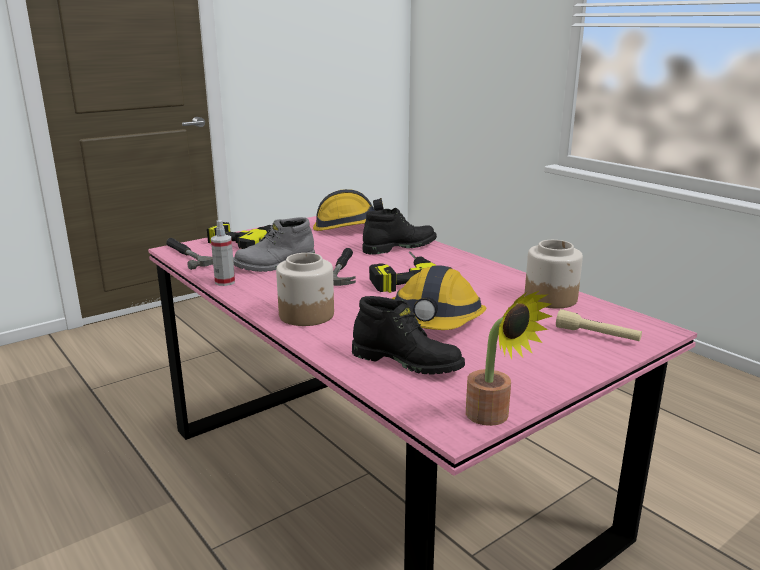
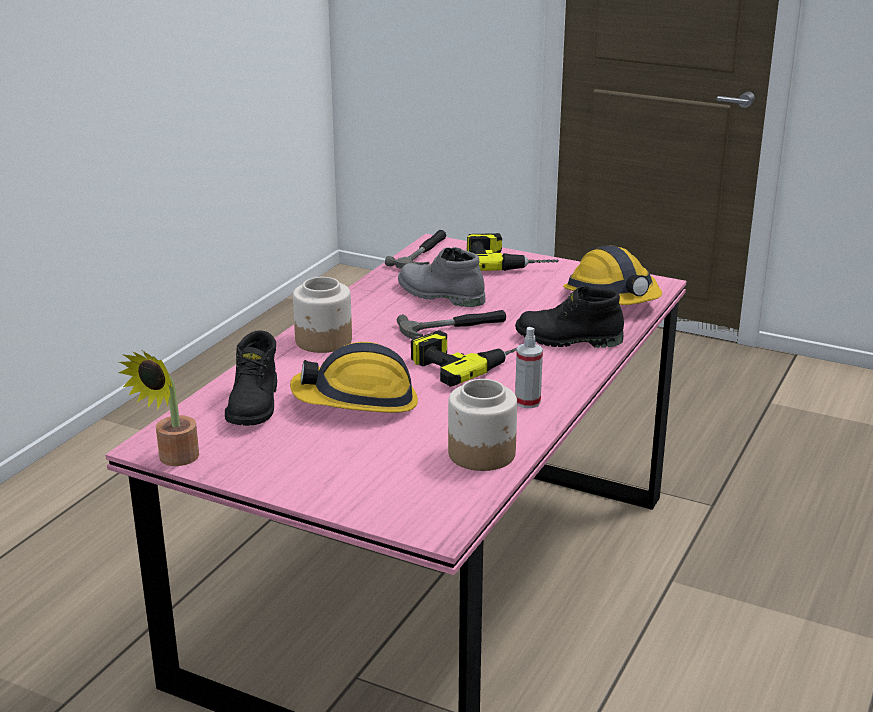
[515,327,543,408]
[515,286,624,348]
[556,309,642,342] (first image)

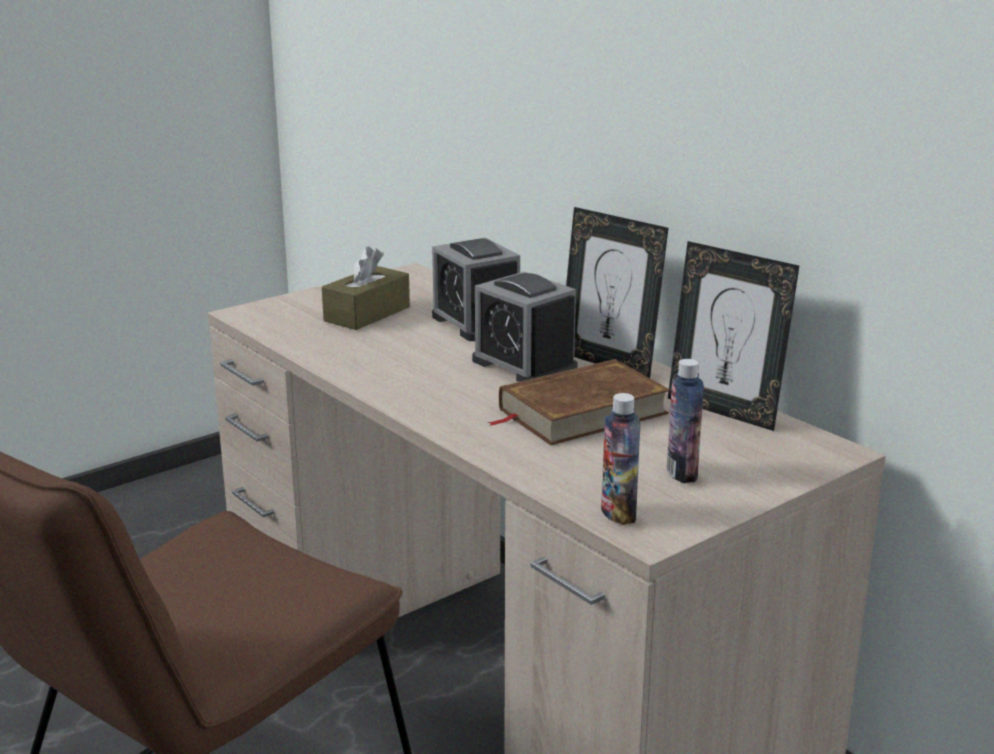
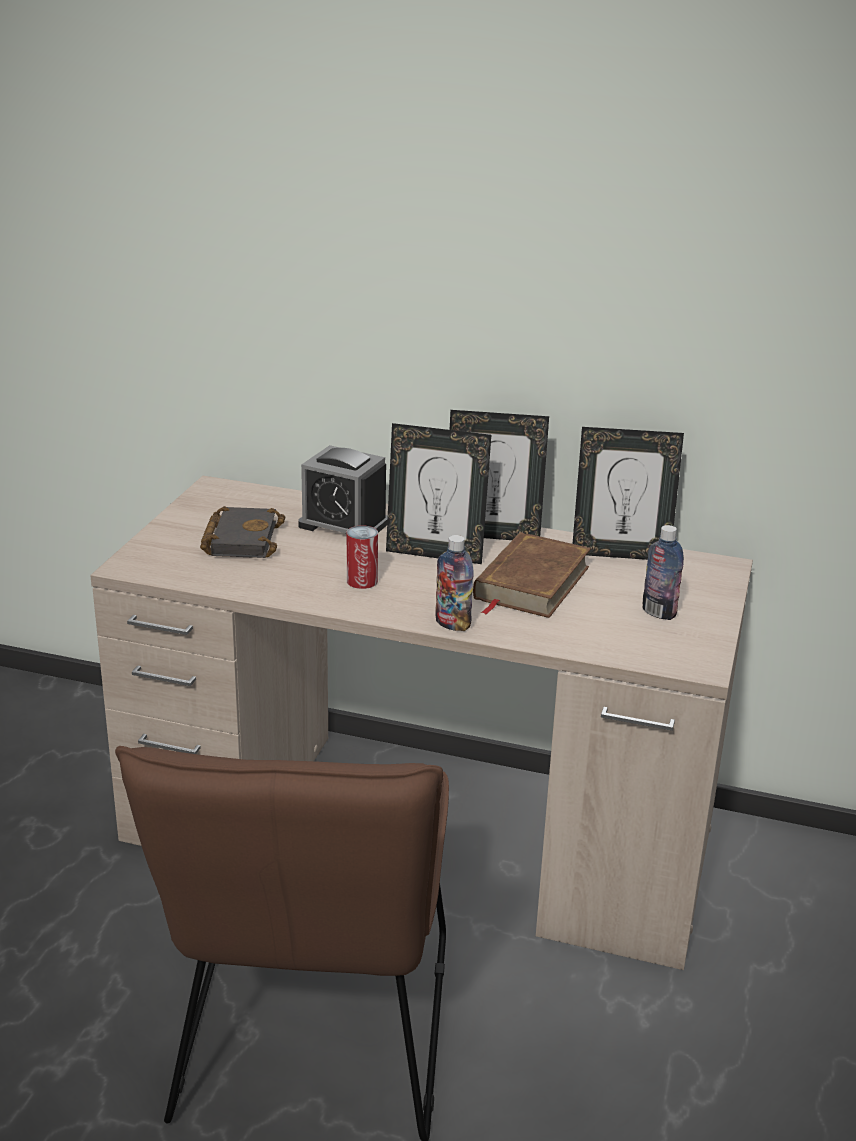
[200,506,285,558]
[386,423,491,564]
[435,535,473,631]
[347,525,378,589]

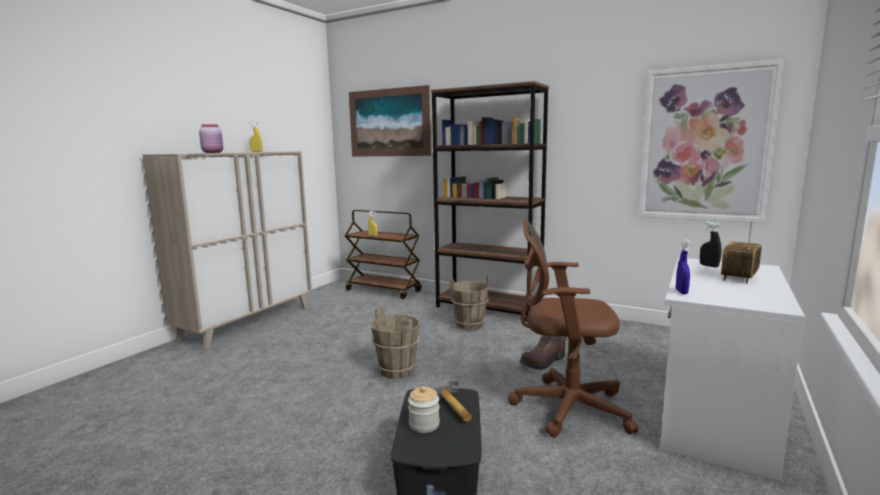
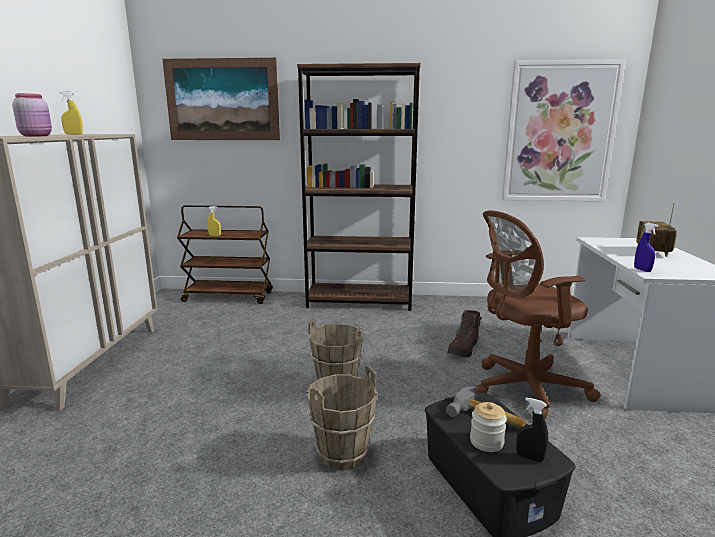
[306,366,377,471]
[516,397,548,462]

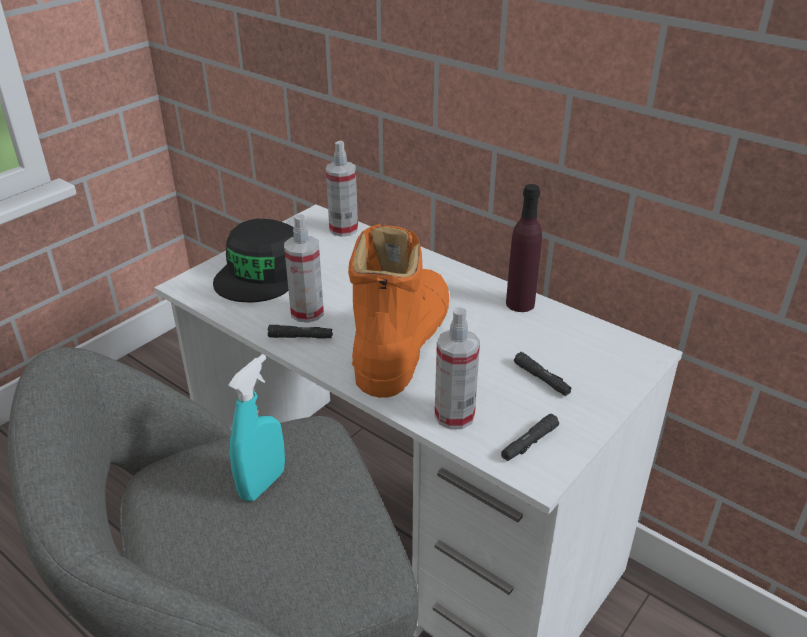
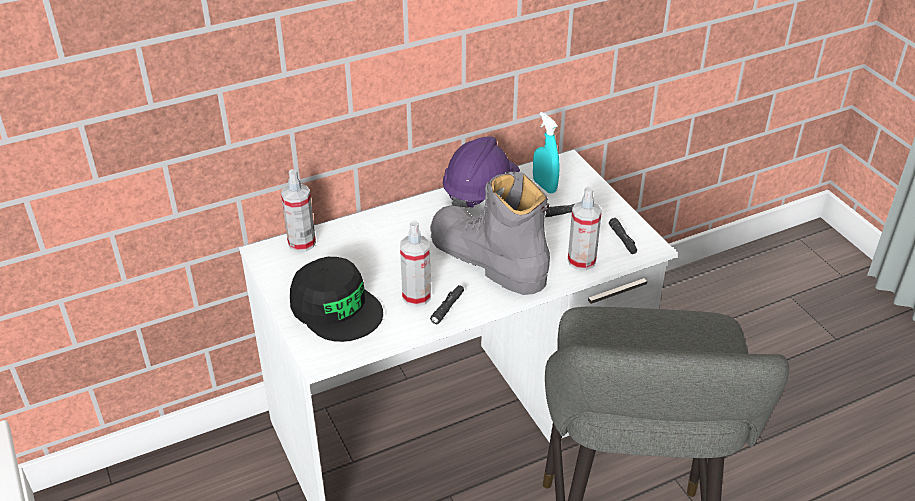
[533,112,560,194]
[430,172,550,295]
[443,136,520,209]

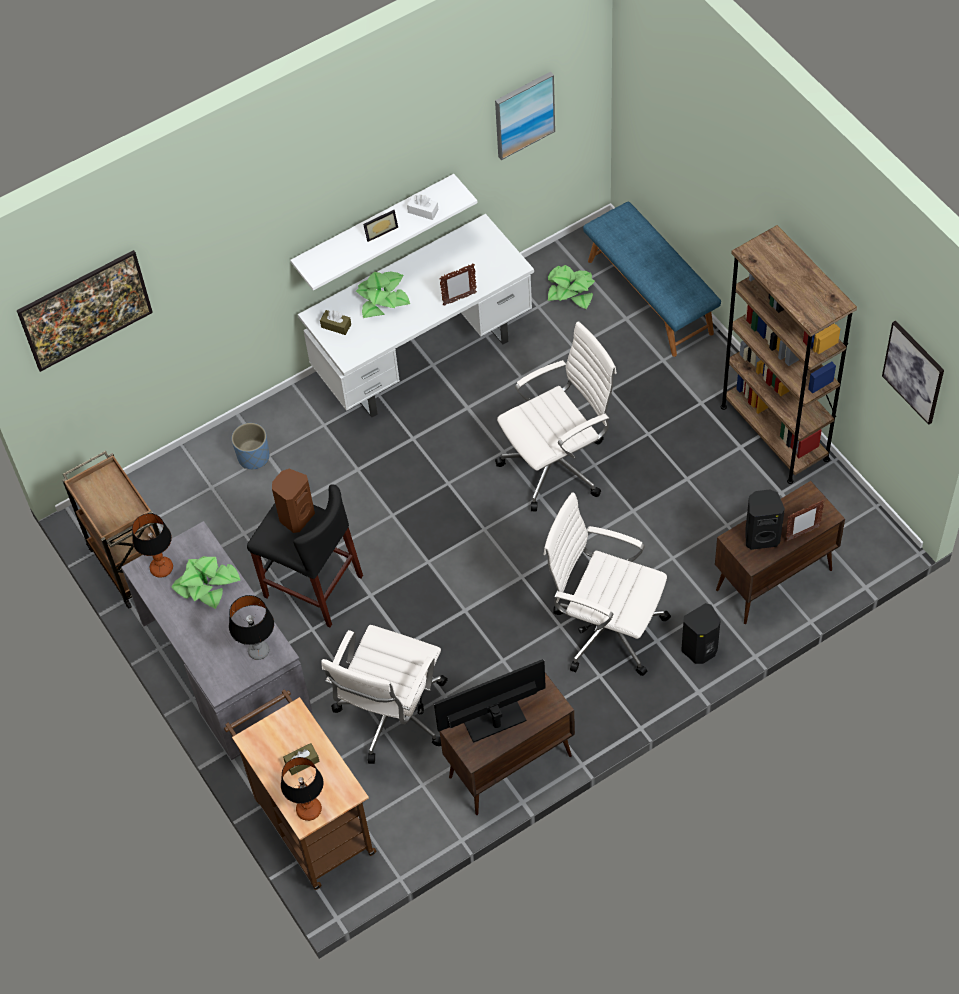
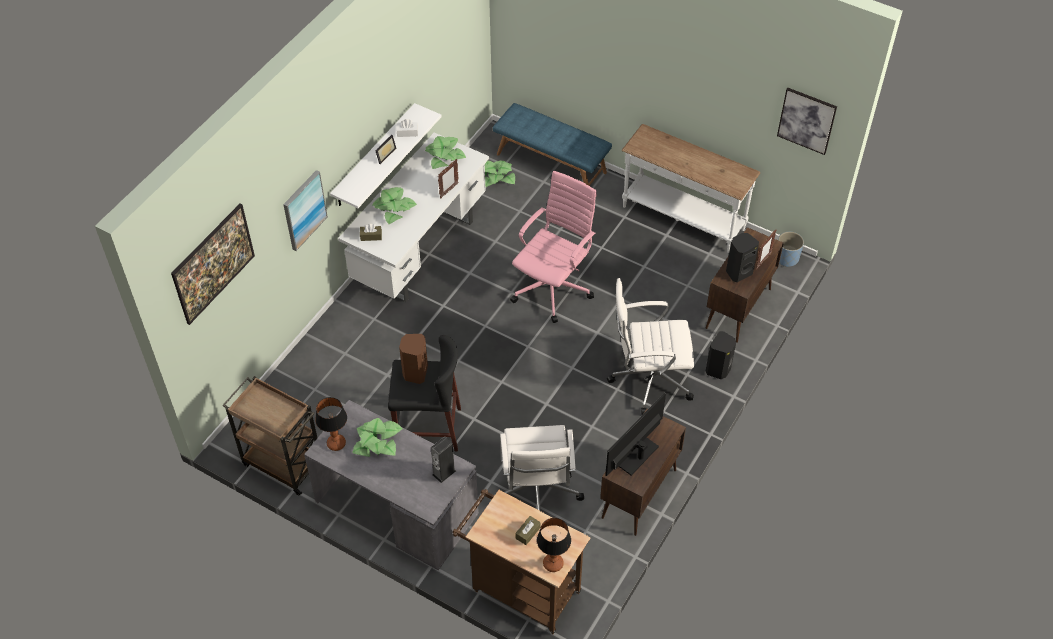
[431,437,456,483]
[778,232,804,267]
[283,170,328,251]
[510,171,597,323]
[621,124,760,253]
[425,136,466,169]

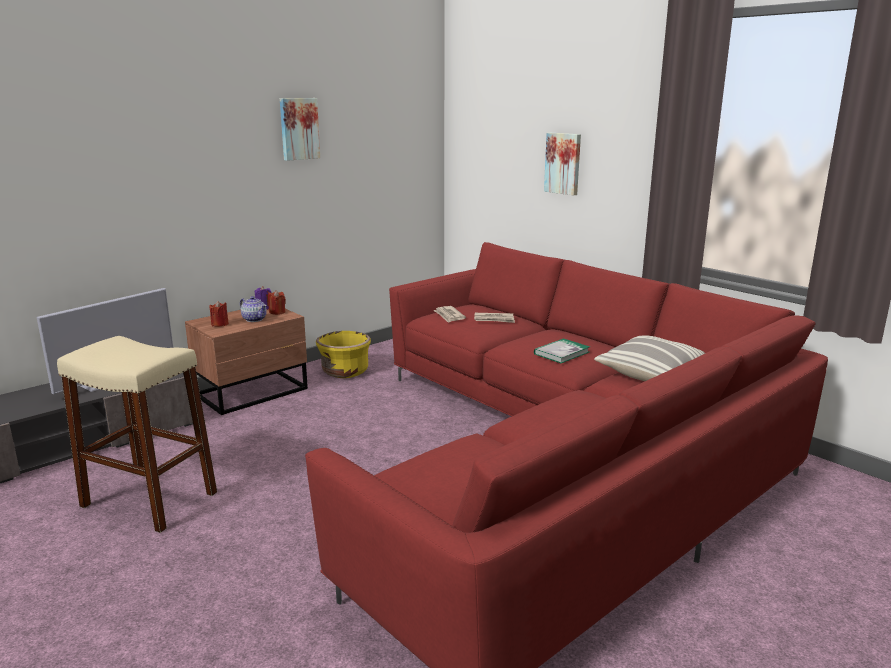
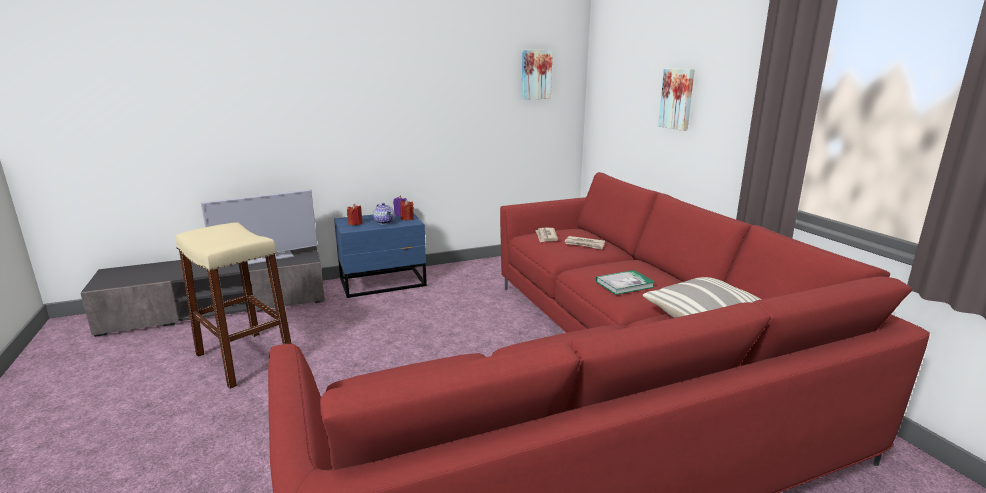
[334,214,427,298]
[522,50,553,100]
[316,331,371,378] (first image)

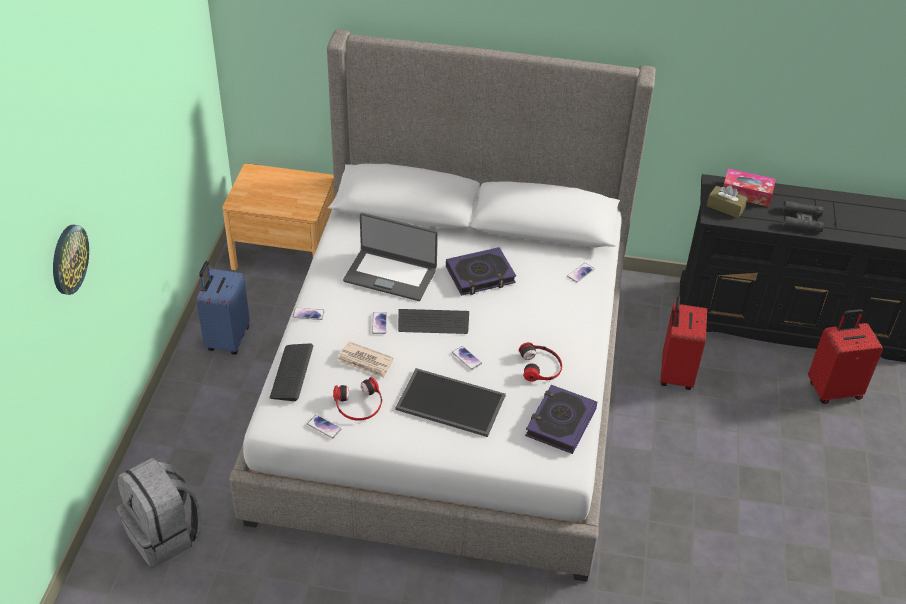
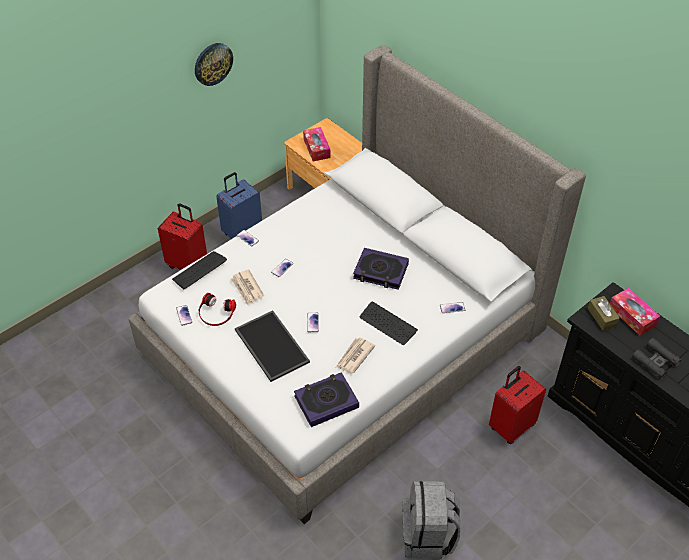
[195,43,233,86]
[402,481,460,558]
[343,213,438,301] (first image)
[360,302,418,345]
[336,337,375,374]
[158,203,207,270]
[303,127,330,161]

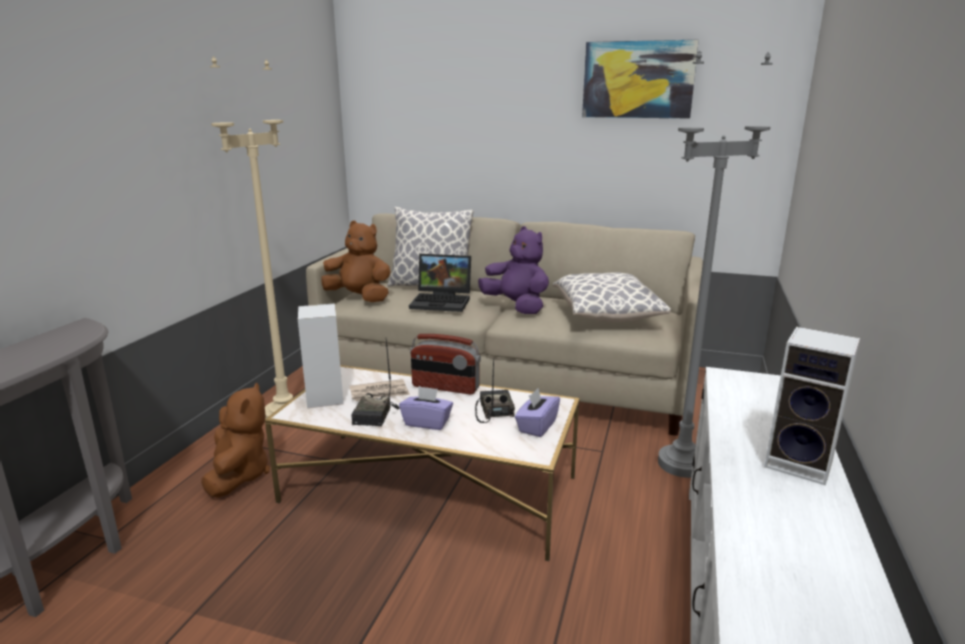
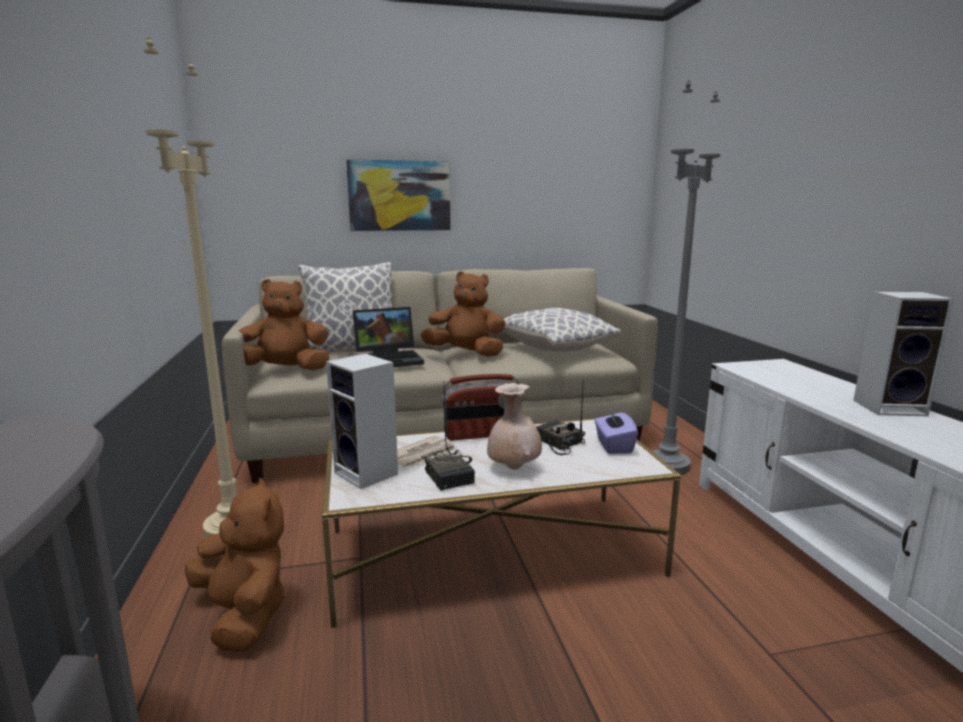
[487,383,542,470]
[420,271,506,357]
[346,160,451,231]

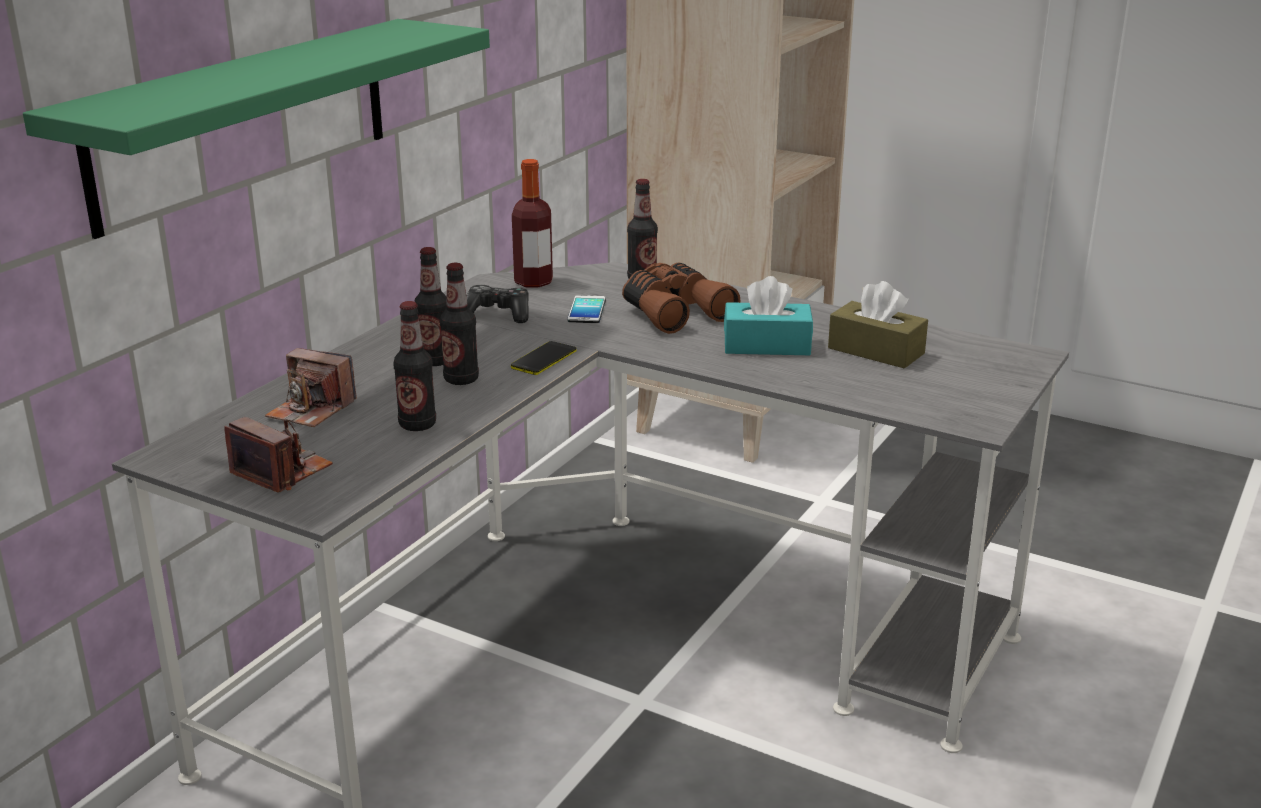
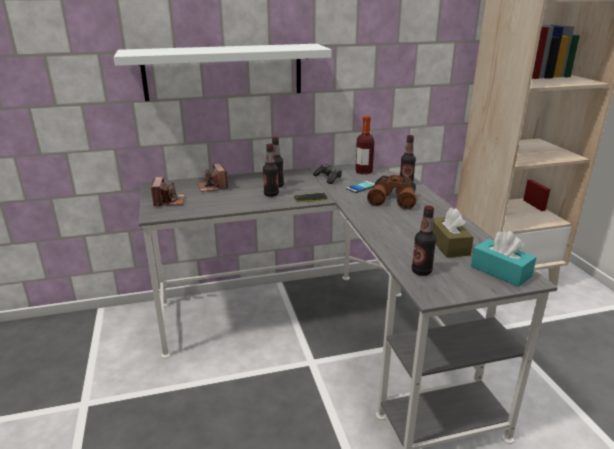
[114,44,332,101]
[412,206,436,276]
[471,231,537,287]

